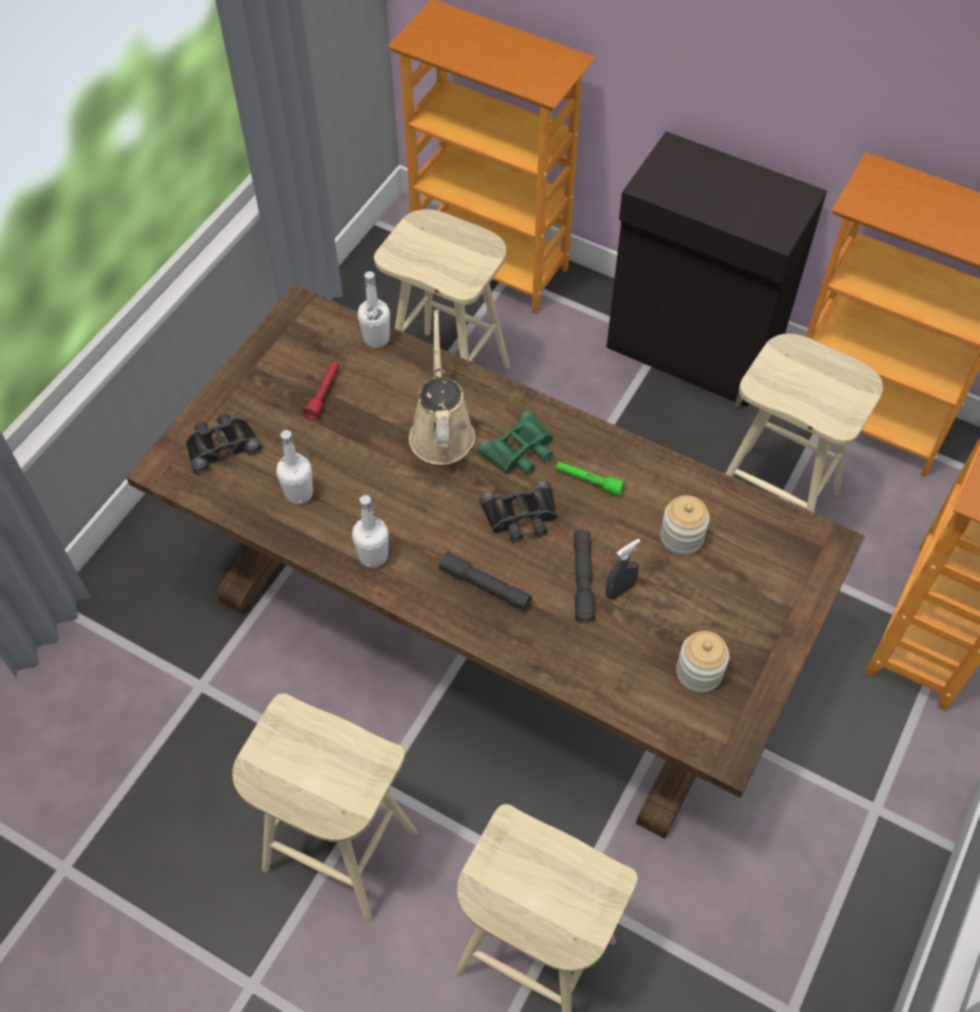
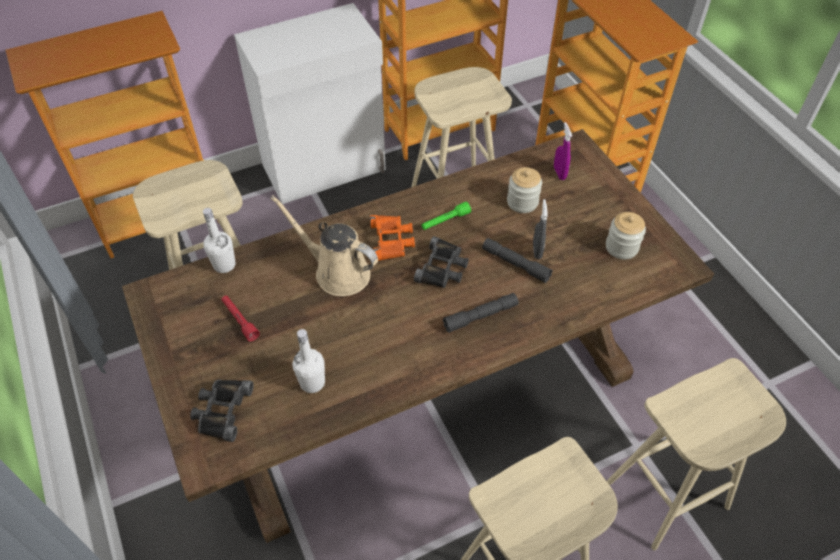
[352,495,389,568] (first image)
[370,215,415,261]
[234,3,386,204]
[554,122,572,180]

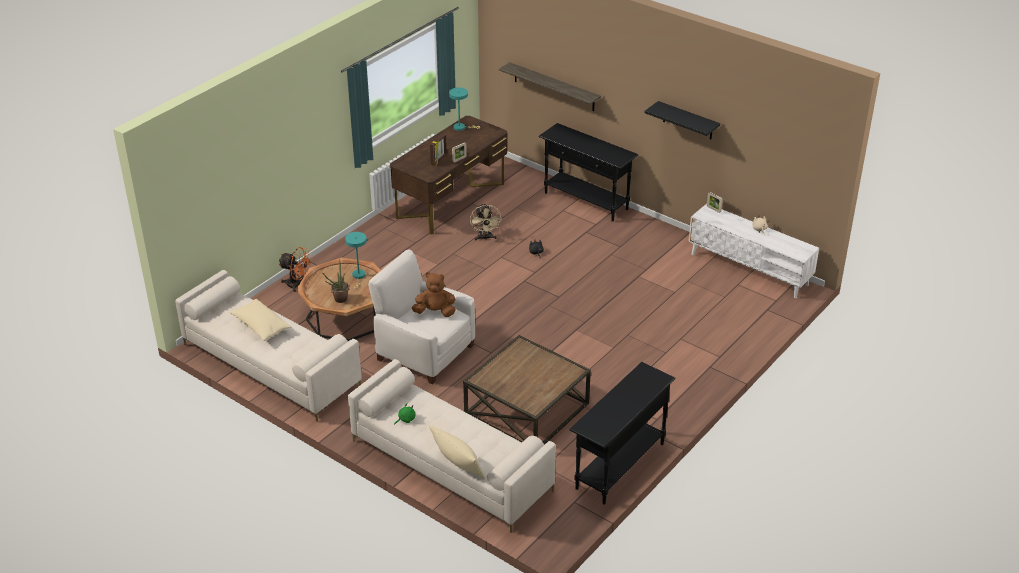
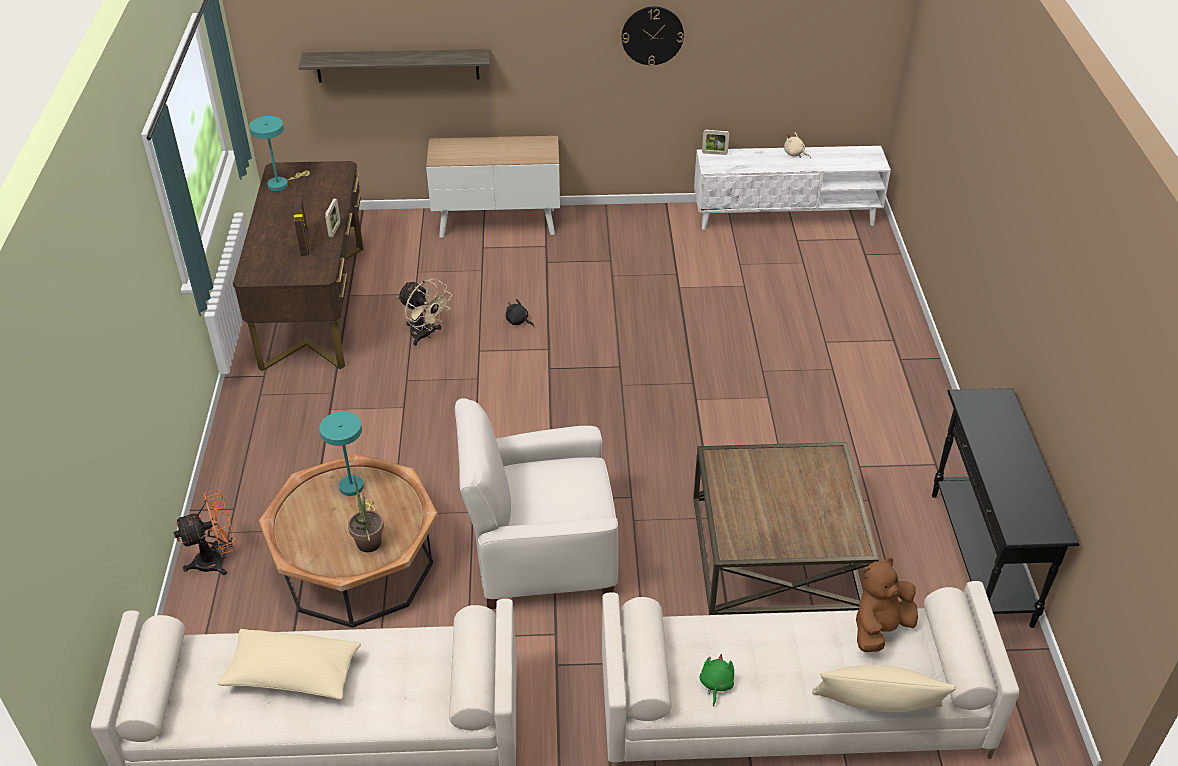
[856,558,918,652]
[426,136,560,238]
[622,7,684,66]

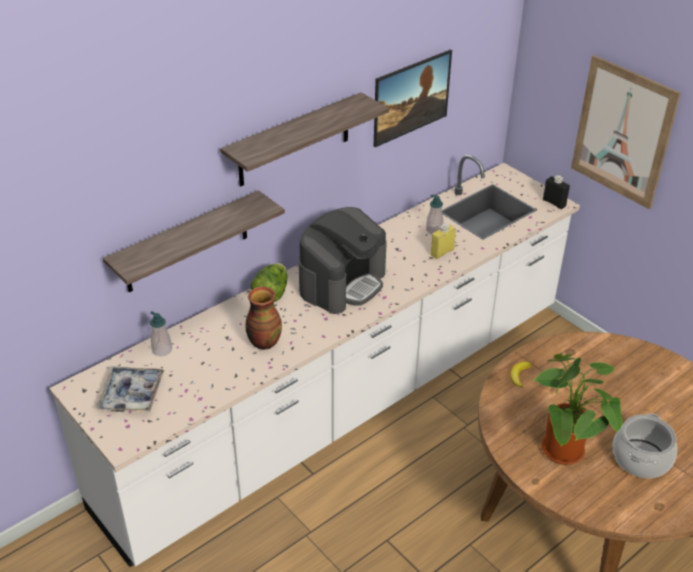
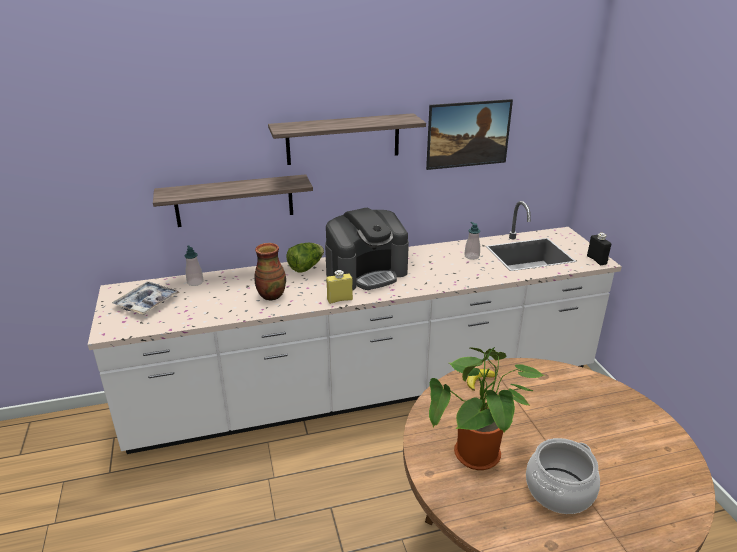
[326,270,353,304]
[571,55,681,209] (first image)

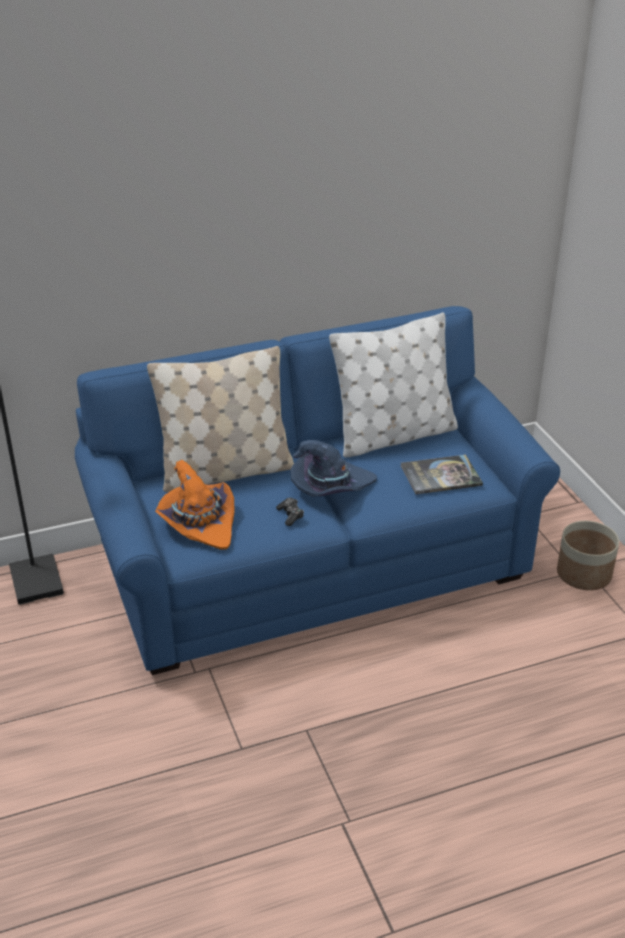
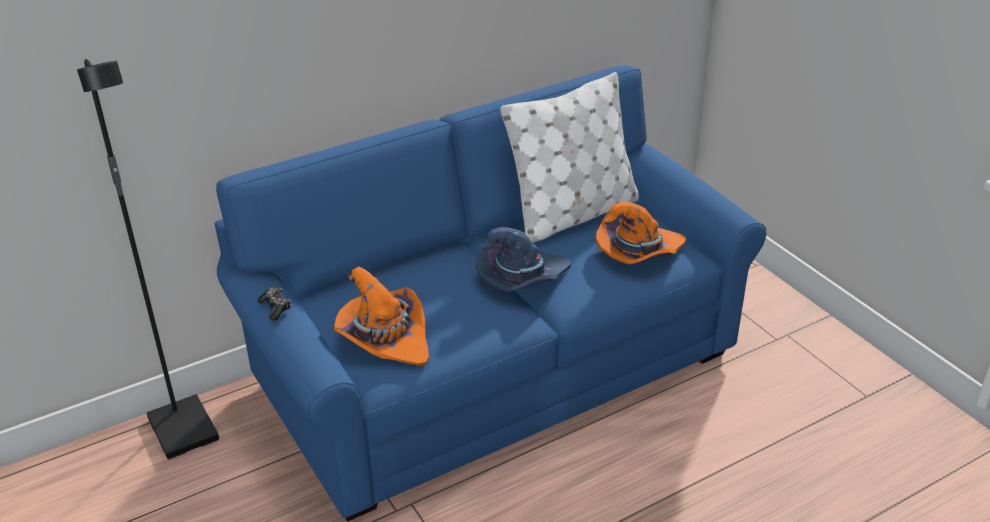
[147,346,294,492] (first image)
[257,287,291,321]
[596,202,686,265]
[557,521,619,590] (first image)

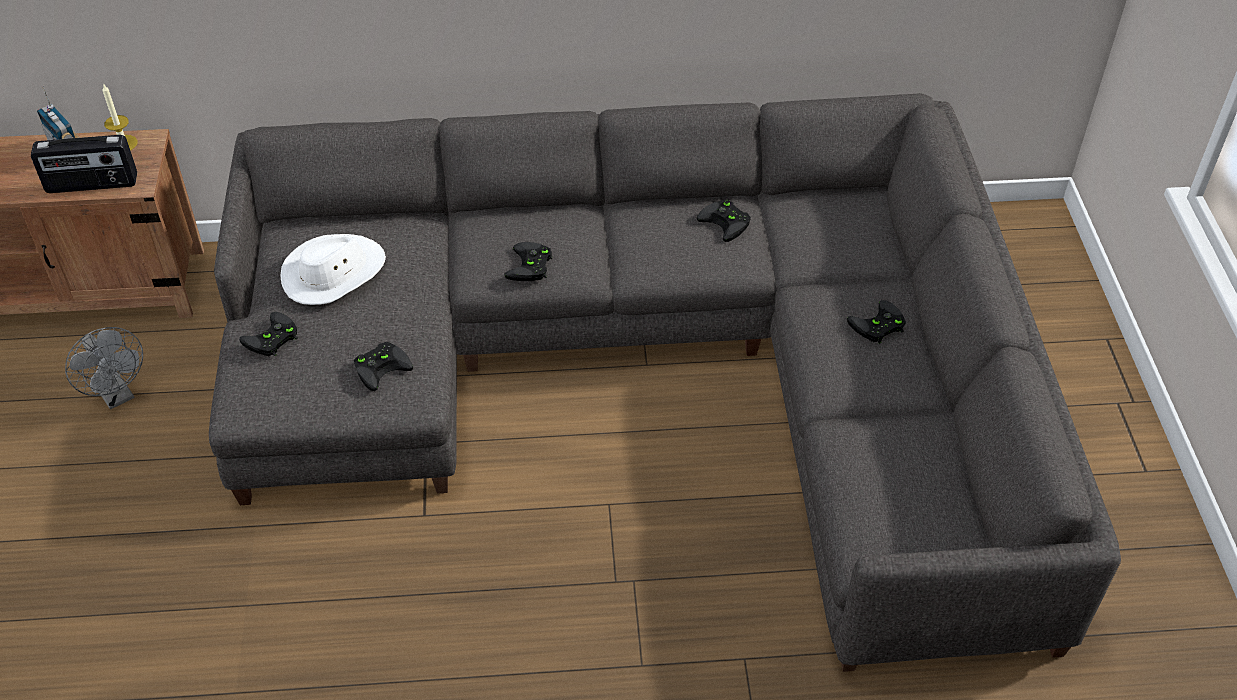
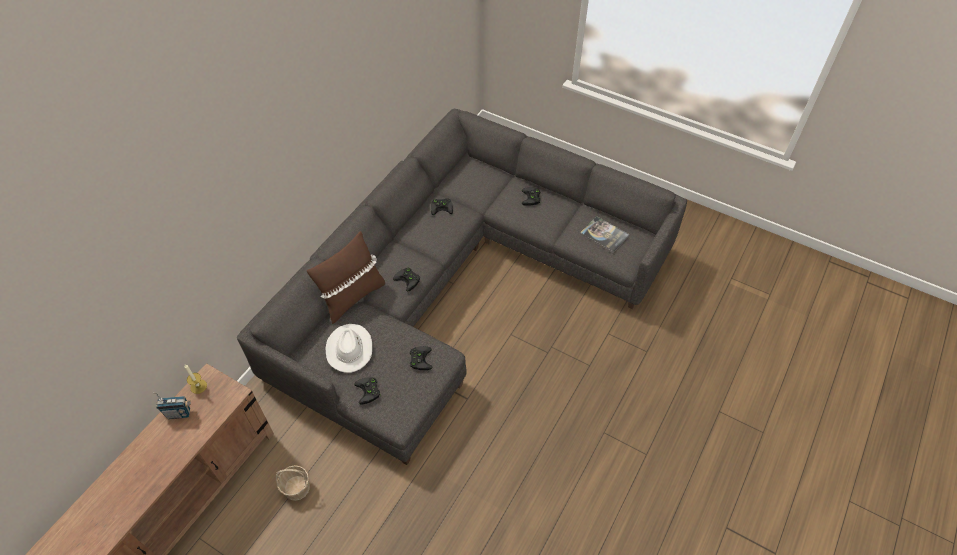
[31,135,137,193] (first image)
[276,465,310,501]
[307,231,385,324]
[580,216,630,253]

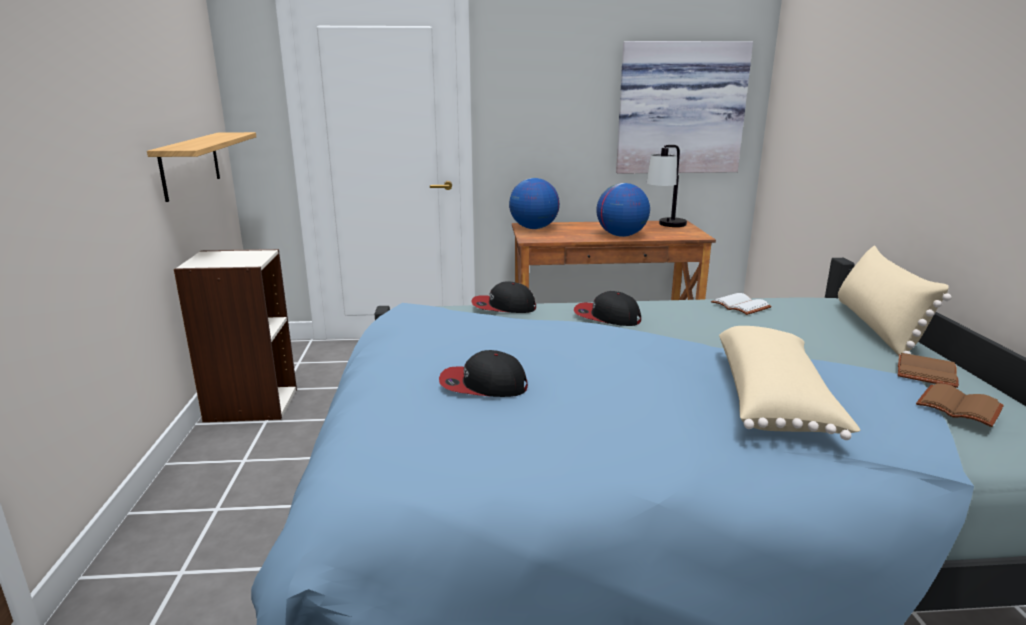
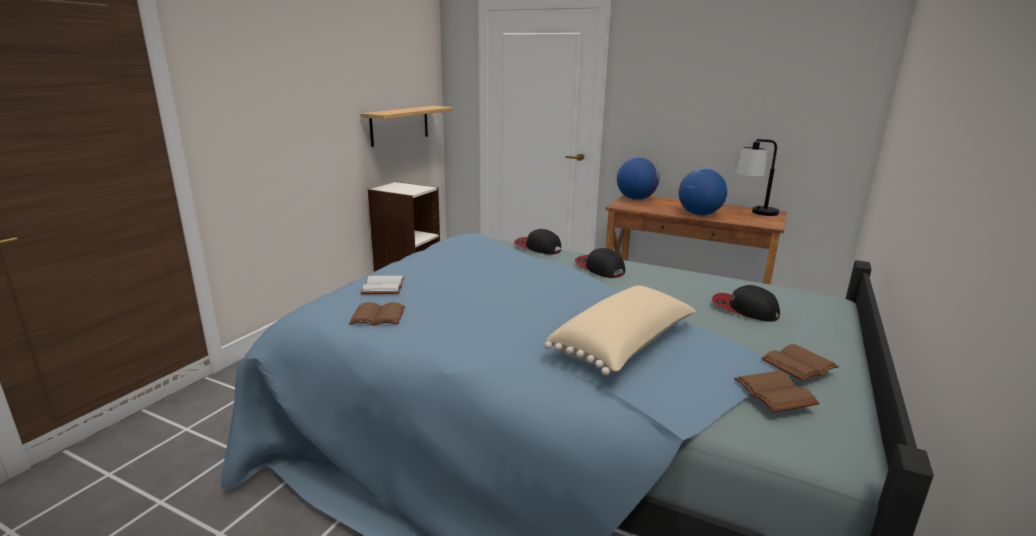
[712,285,780,322]
[616,41,753,174] (first image)
[361,276,405,294]
[838,245,952,356] (first image)
[349,302,405,326]

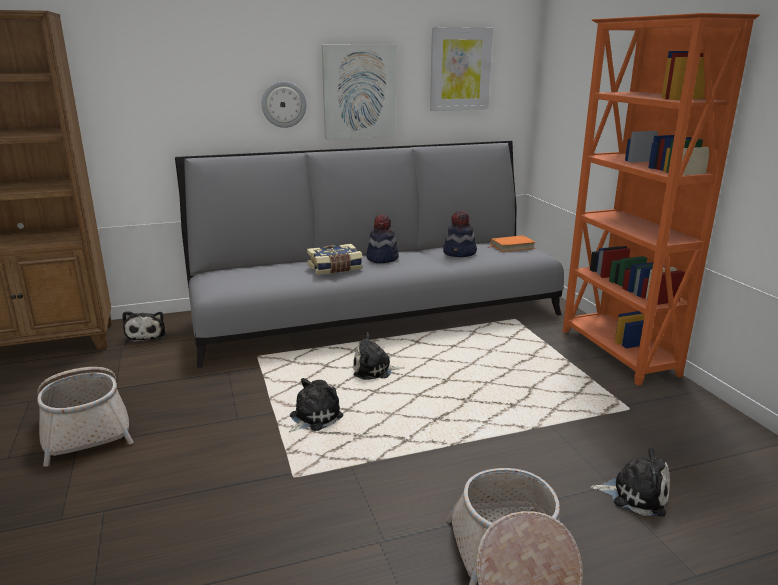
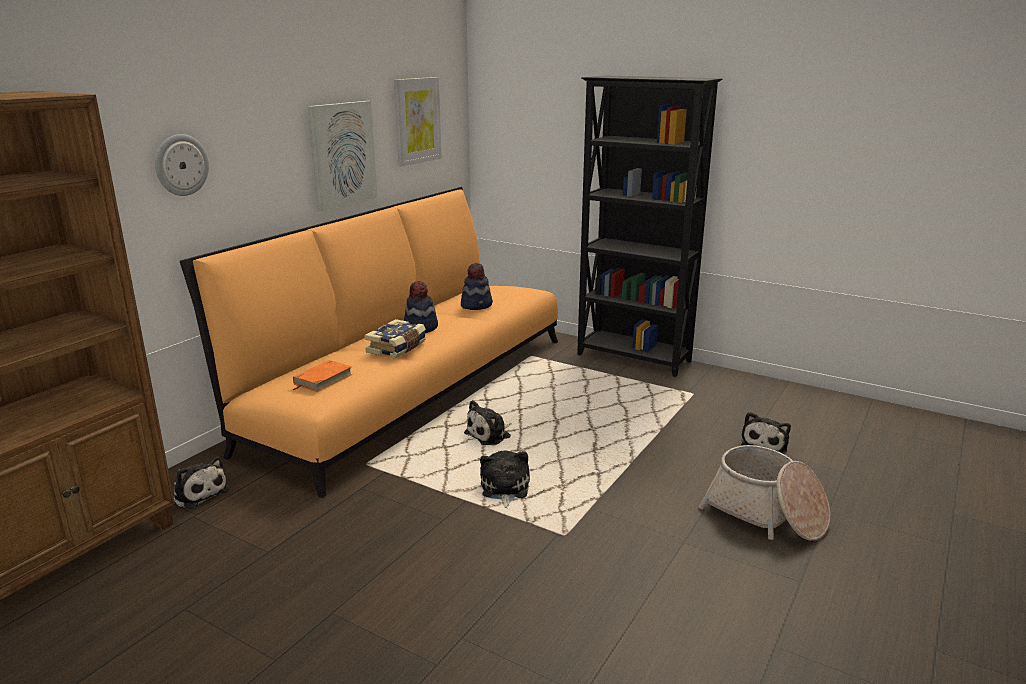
[37,367,134,467] (first image)
[180,187,558,498]
[155,134,209,196]
[292,360,353,392]
[577,75,722,377]
[741,412,791,453]

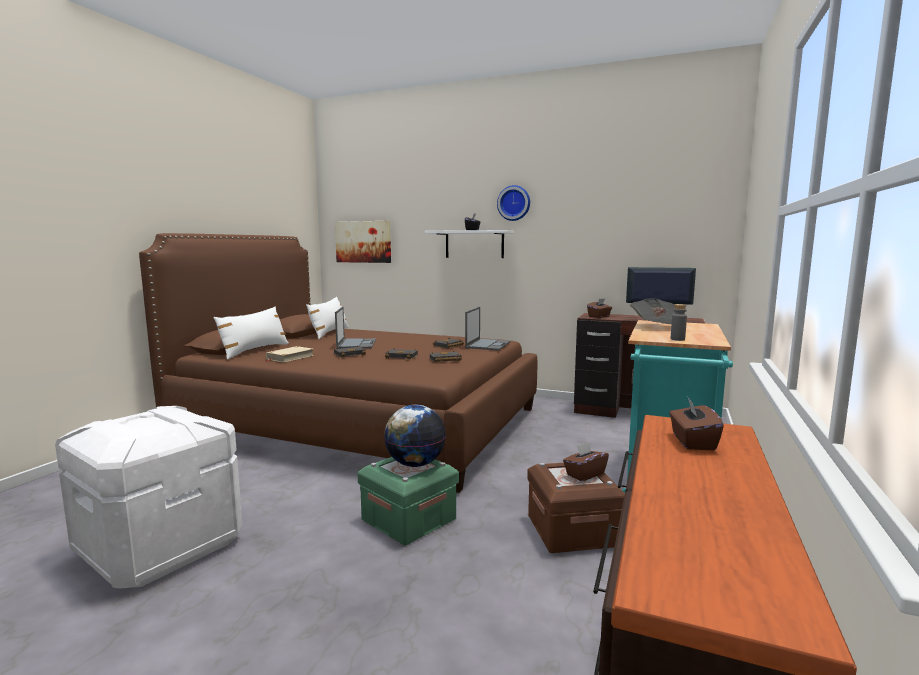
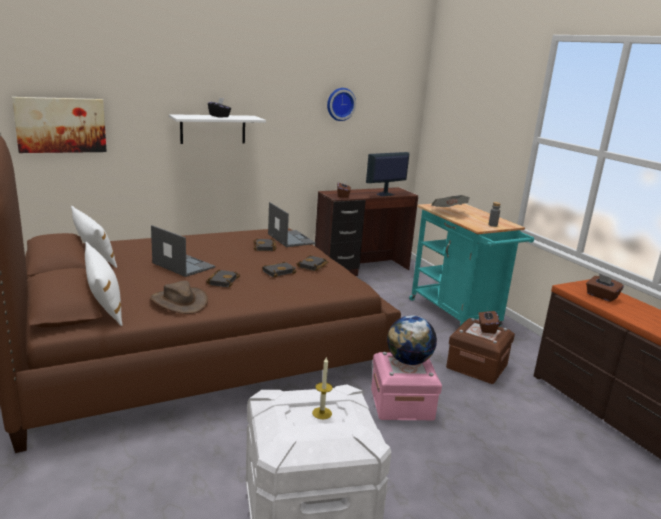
[150,281,208,314]
[371,352,442,420]
[327,88,356,121]
[312,357,333,419]

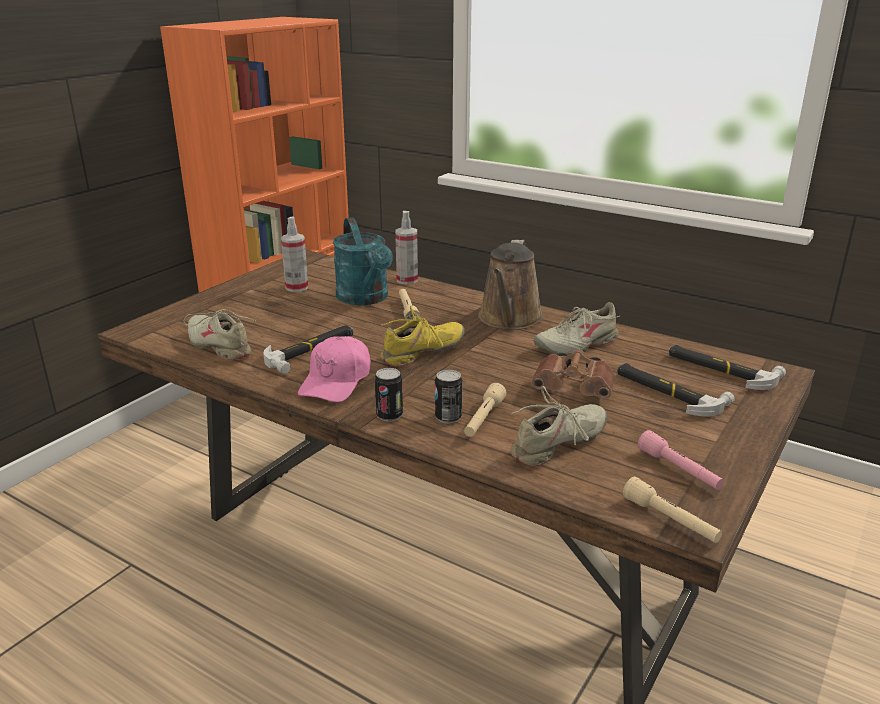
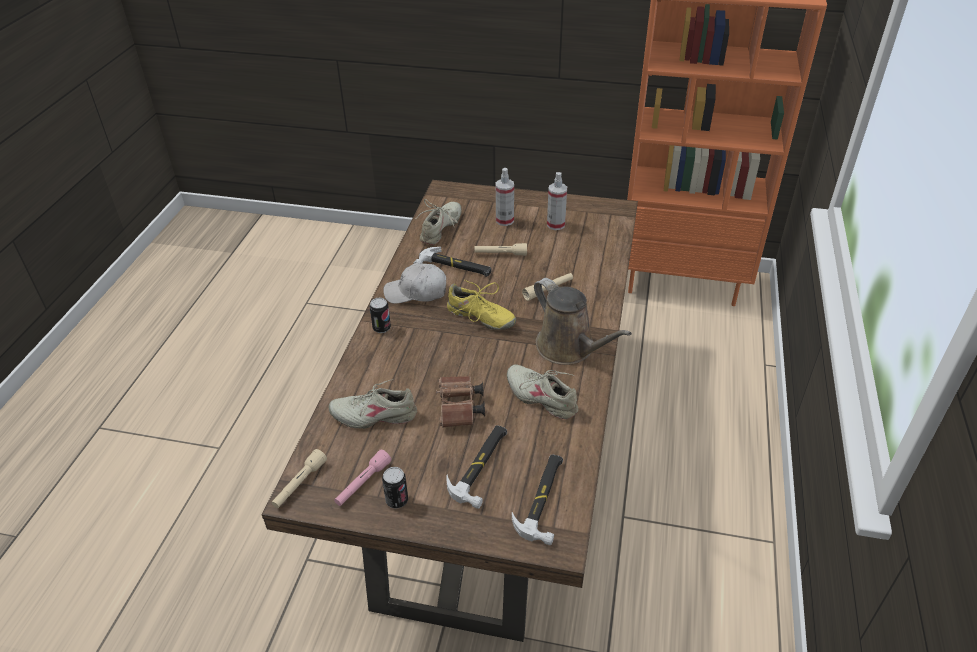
[383,263,446,304]
[333,217,393,305] (first image)
[496,168,514,226]
[382,467,408,509]
[475,243,527,256]
[534,278,632,365]
[329,379,417,429]

